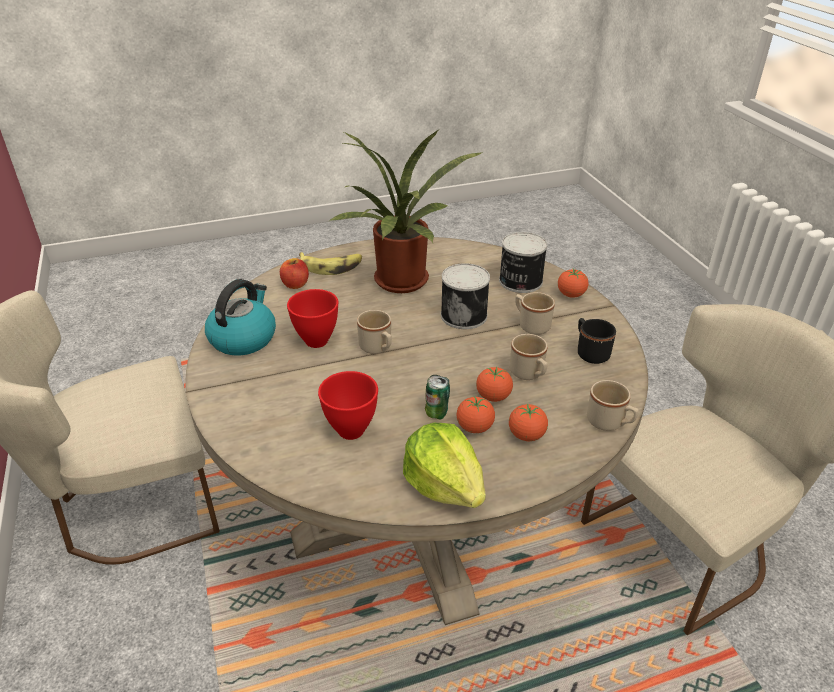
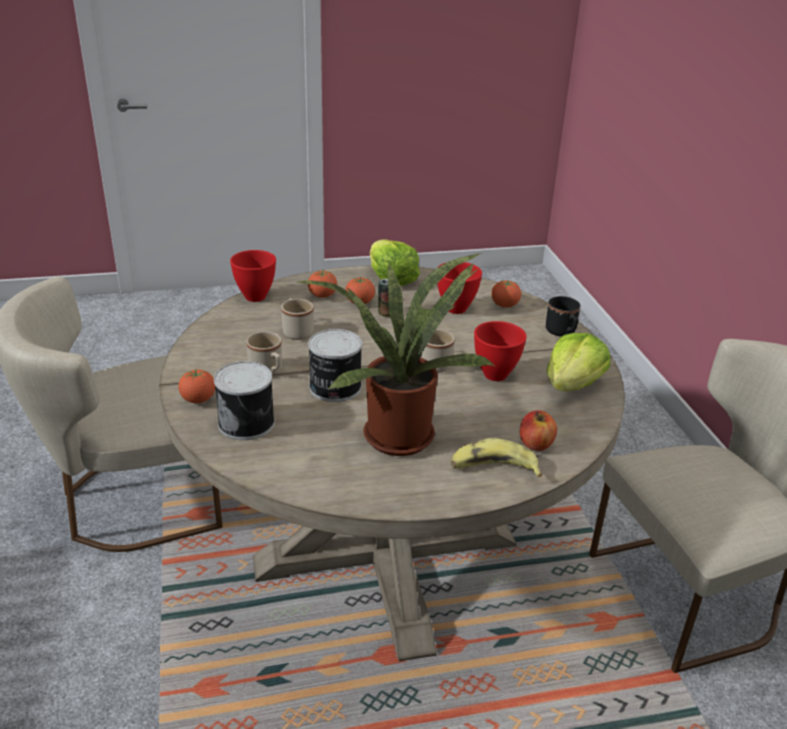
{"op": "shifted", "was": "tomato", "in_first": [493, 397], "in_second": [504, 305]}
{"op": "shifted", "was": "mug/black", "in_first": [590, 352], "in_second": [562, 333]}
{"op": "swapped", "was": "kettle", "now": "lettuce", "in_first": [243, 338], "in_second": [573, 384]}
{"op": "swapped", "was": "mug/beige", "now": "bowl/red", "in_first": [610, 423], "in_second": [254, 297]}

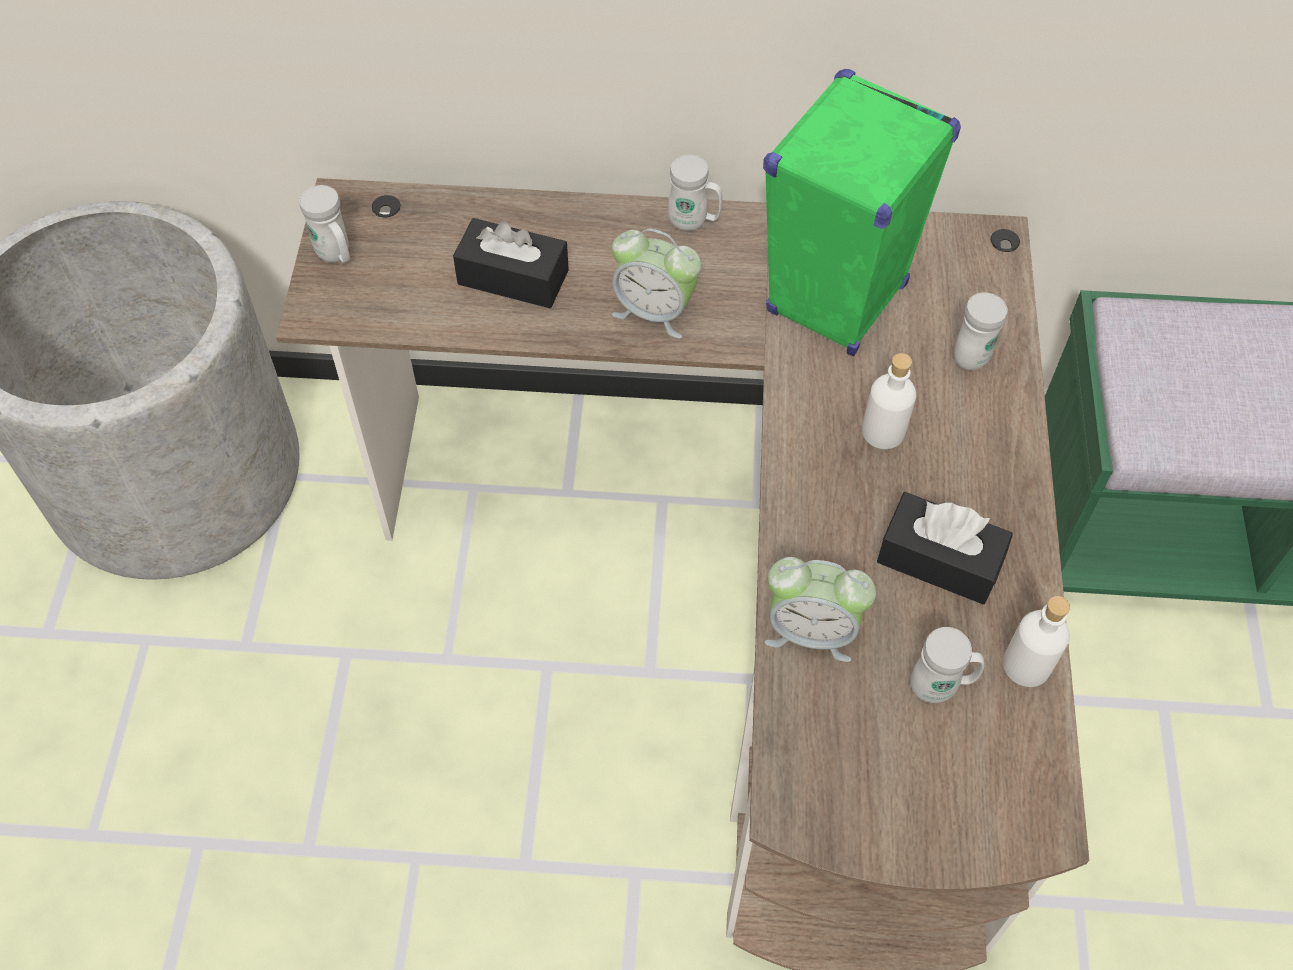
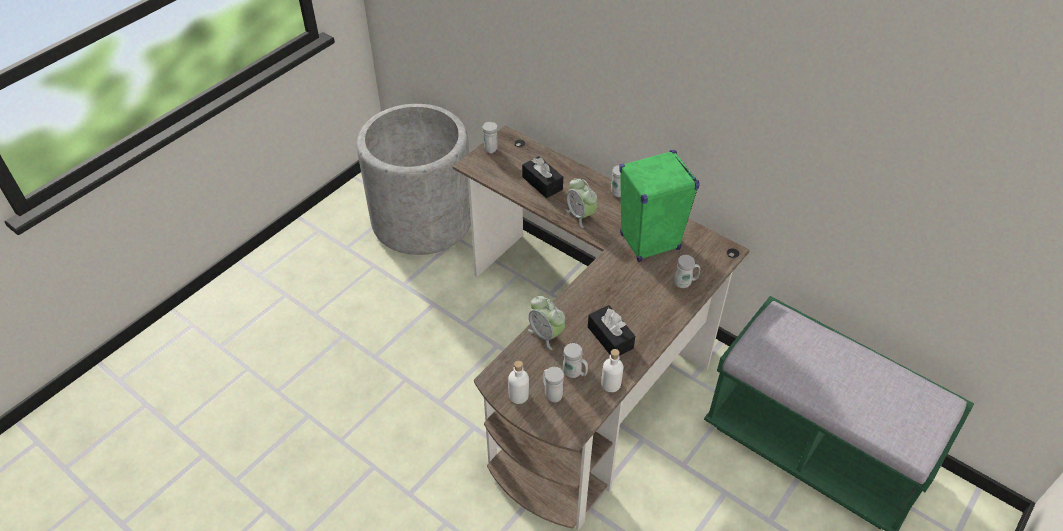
{"op": "new", "now": "mug/white", "in_second": [551, 393]}
{"op": "shifted", "was": "bottle/white", "in_first": [883, 431], "in_second": [518, 395]}

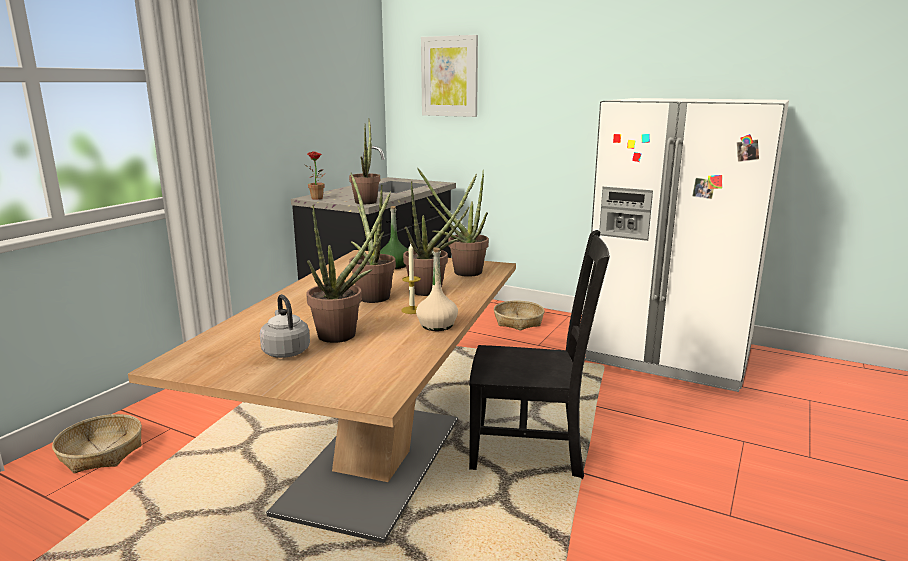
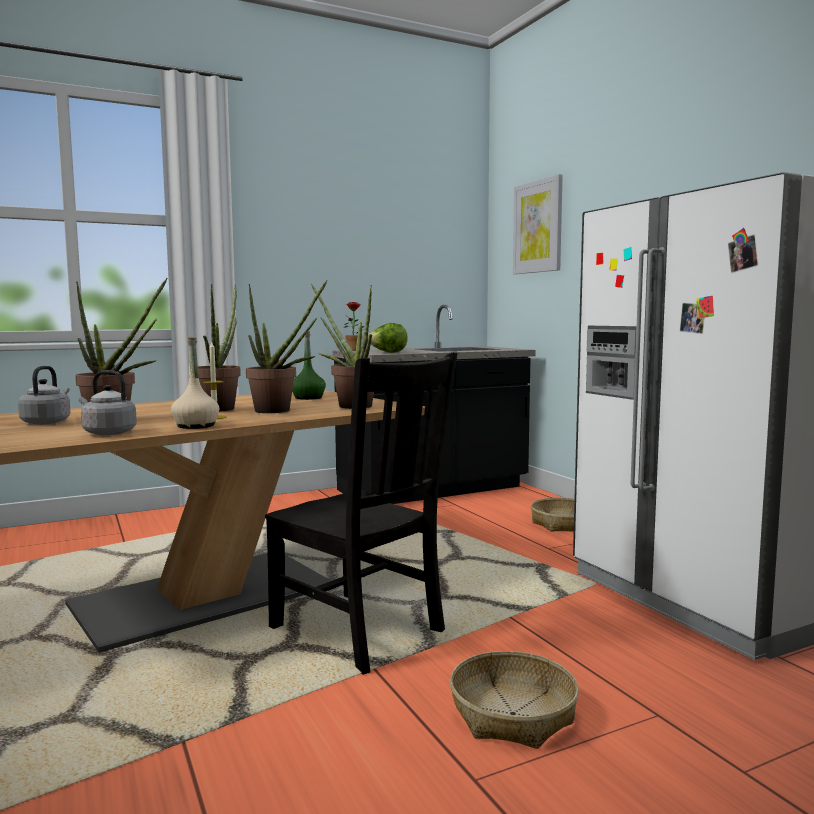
{"op": "new", "now": "kettle/grey", "in_second": [107, 433]}
{"op": "shifted", "was": "basket", "in_first": [101, 452], "in_second": [513, 714]}
{"op": "swapped", "was": "potted plant", "now": "lettuce", "in_first": [366, 201], "in_second": [387, 353]}

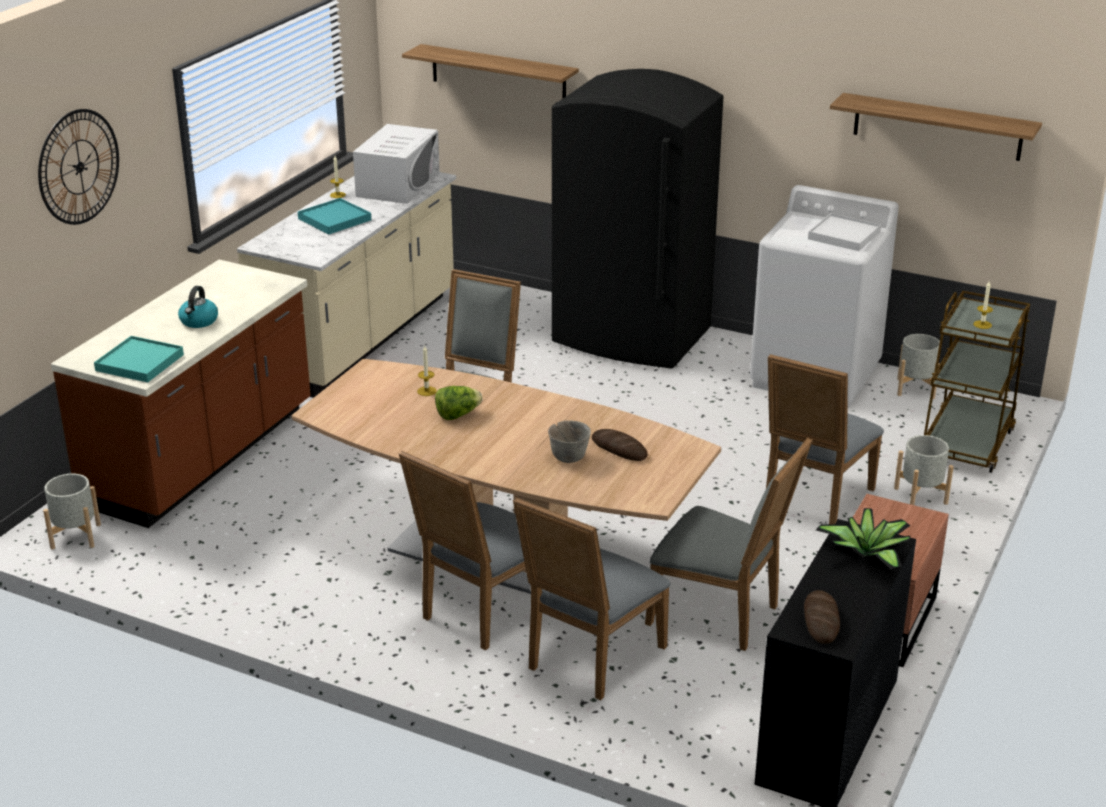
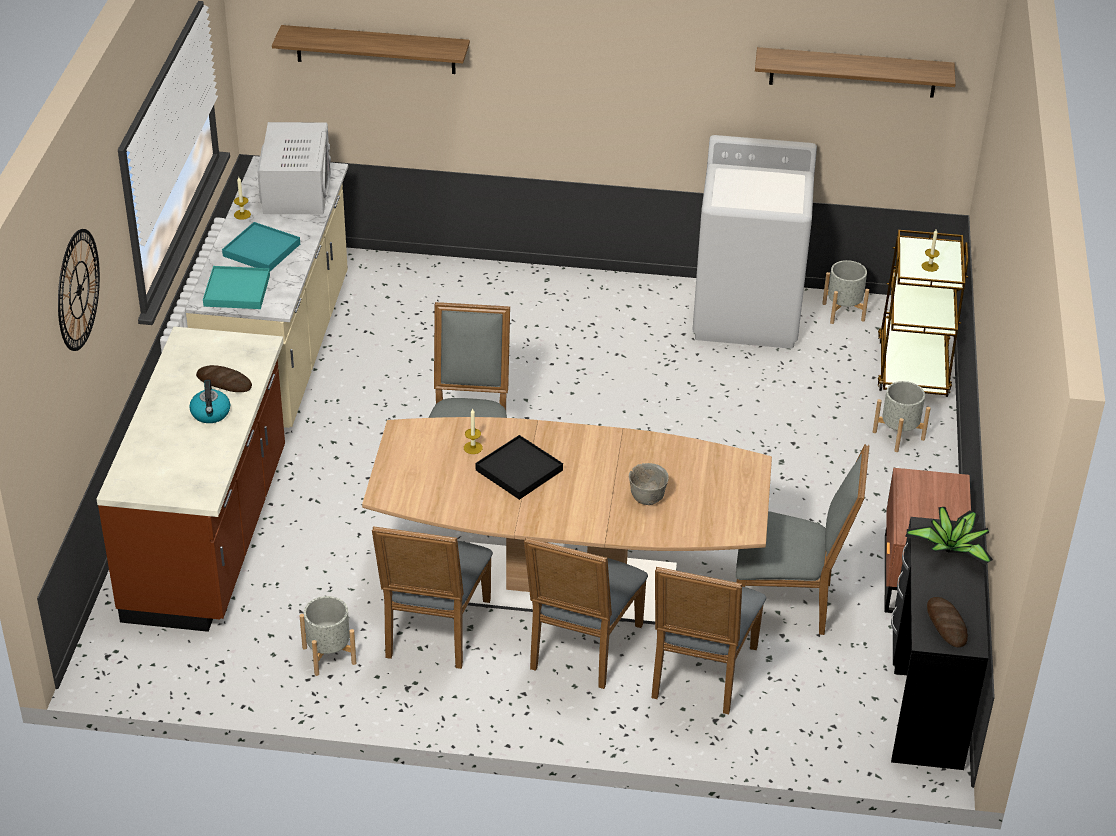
{"op": "gone", "was": "fridge/black", "in_first": [631, 337]}
{"op": "gone", "was": "tray/white", "in_first": [844, 235]}
{"op": "shifted", "was": "planter/grey", "in_first": [75, 536], "in_second": [329, 655]}
{"op": "shifted", "was": "tray/turquoise", "in_first": [140, 362], "in_second": [237, 290]}
{"op": "shifted", "was": "bread", "in_first": [619, 449], "in_second": [224, 382]}
{"op": "shifted", "was": "chair/grey", "in_first": [812, 502], "in_second": [432, 634]}
{"op": "swapped", "was": "lettuce", "now": "tray/black", "in_first": [457, 415], "in_second": [519, 470]}

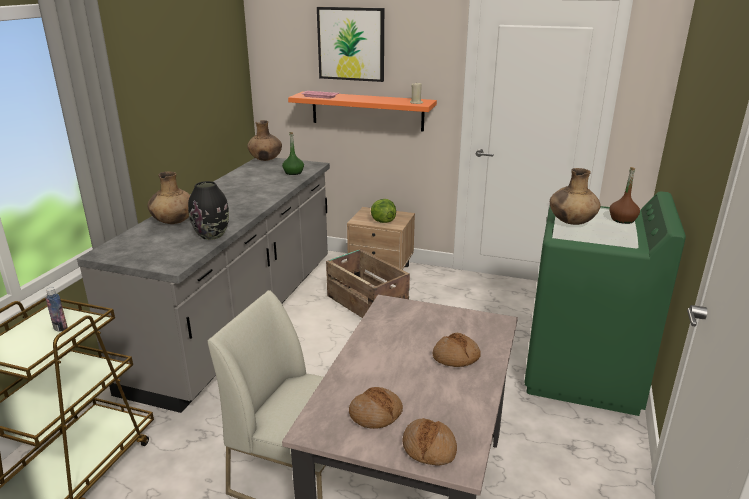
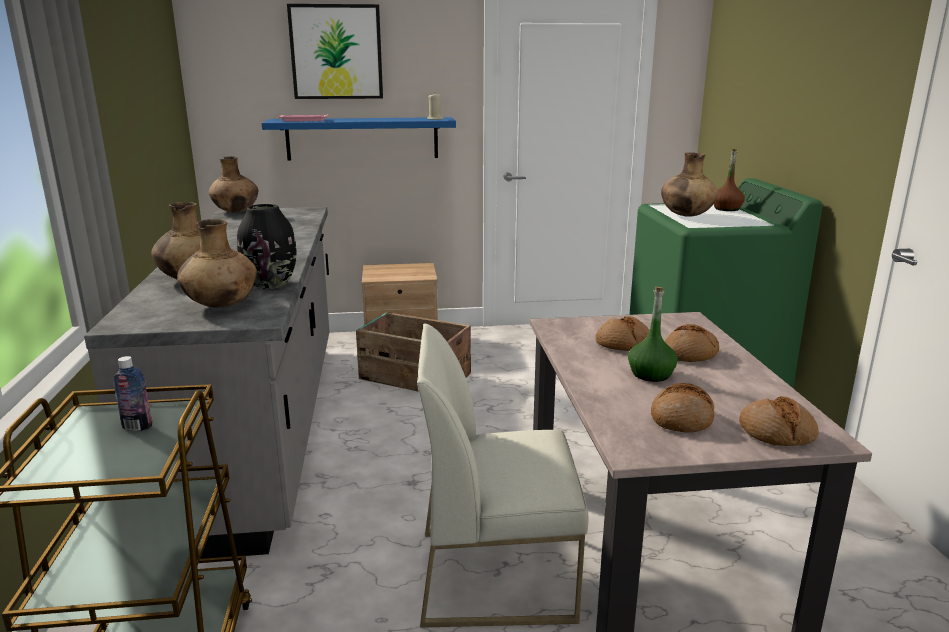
{"op": "gone", "was": "lettuce", "in_first": [382, 221]}
{"op": "new", "now": "vase/brown", "in_second": [221, 305]}
{"op": "new", "now": "bread", "in_second": [623, 344]}
{"op": "shifted", "was": "bottle/green", "in_first": [293, 172], "in_second": [651, 374]}
{"op": "repainted", "was": "shelf/orange", "now": "shelf/blue", "in_first": [367, 111], "in_second": [362, 138]}

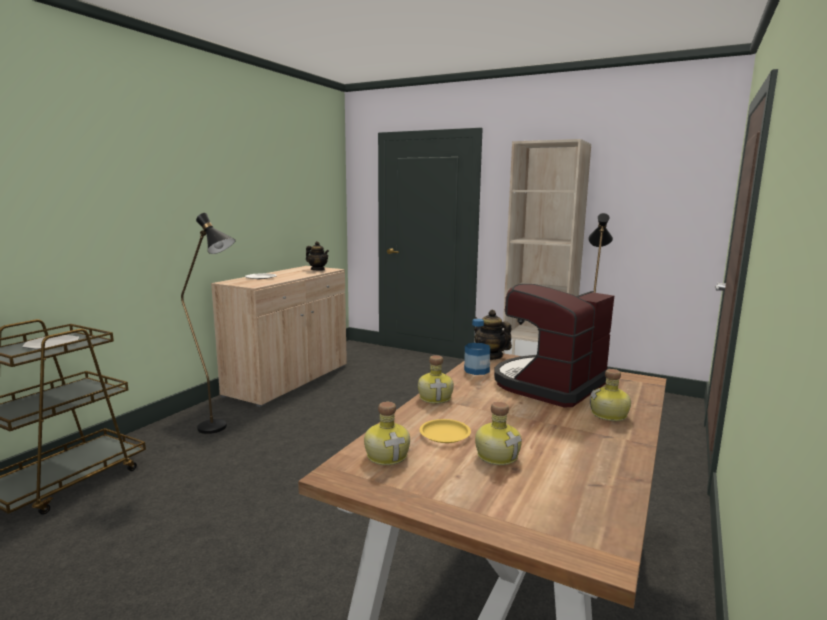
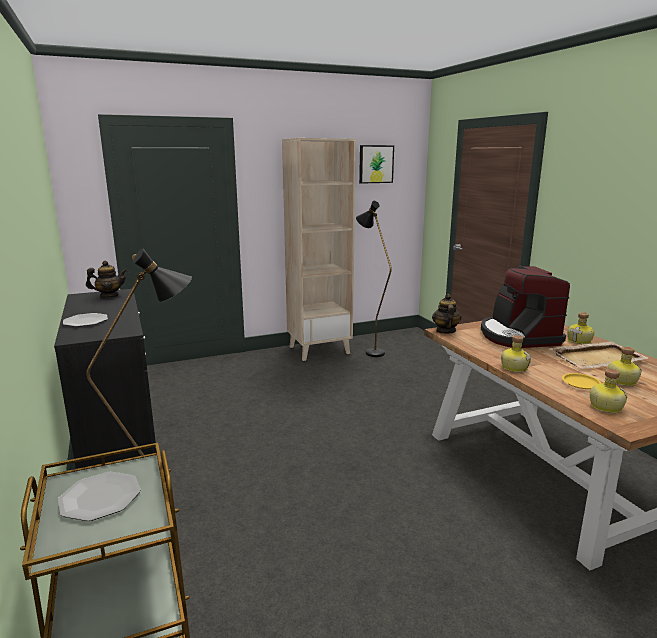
{"op": "gone", "was": "bottle", "in_first": [476, 370]}
{"op": "new", "now": "picture", "in_second": [375, 164]}
{"op": "new", "now": "tray/beige", "in_second": [597, 358]}
{"op": "repainted", "was": "cabinet/beige", "now": "cabinet/black", "in_first": [289, 380], "in_second": [119, 439]}
{"op": "rotated", "was": "teapot", "in_first": [490, 356], "in_second": [445, 331], "clockwise": 90}

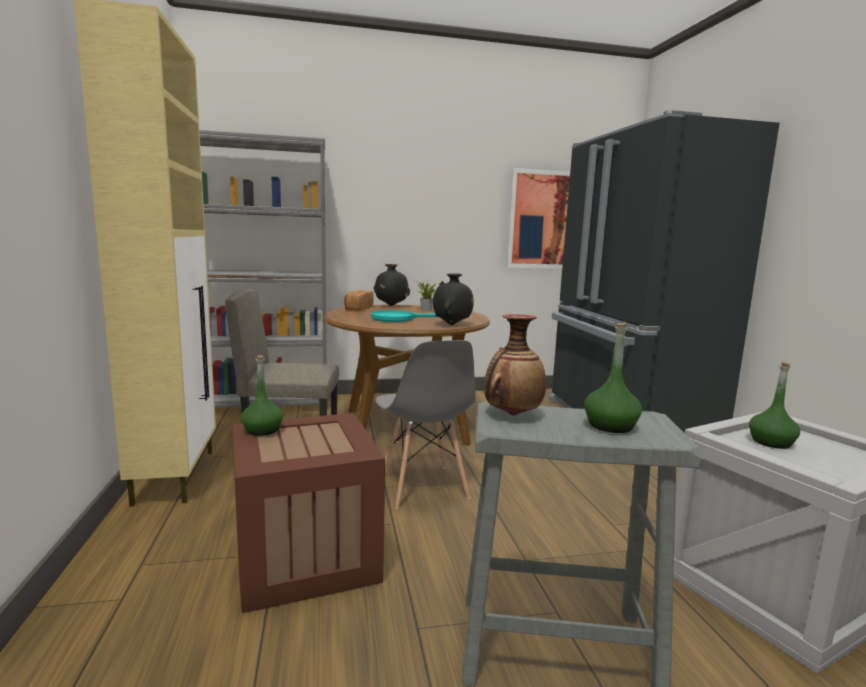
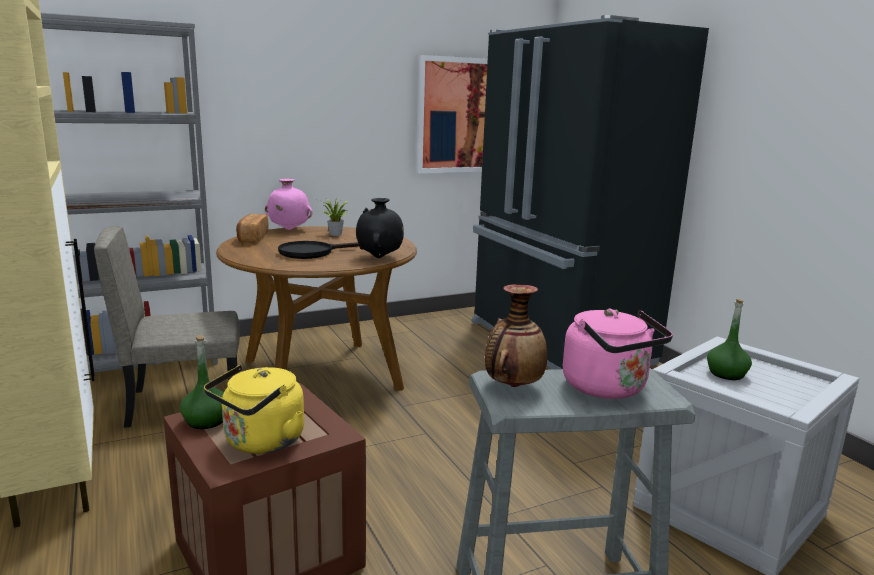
{"op": "gone", "was": "chair/grey", "in_first": [422, 487]}
{"op": "new", "now": "kettle/yellow", "in_second": [261, 442]}
{"op": "swapped", "was": "bottle/green", "now": "kettle/pink", "in_first": [610, 426], "in_second": [608, 388]}
{"op": "repainted", "was": "frying pan/turquoise", "now": "frying pan/black", "in_first": [399, 319], "in_second": [313, 252]}
{"op": "repainted", "was": "vase/black", "now": "vase/pink", "in_first": [391, 305], "in_second": [288, 230]}

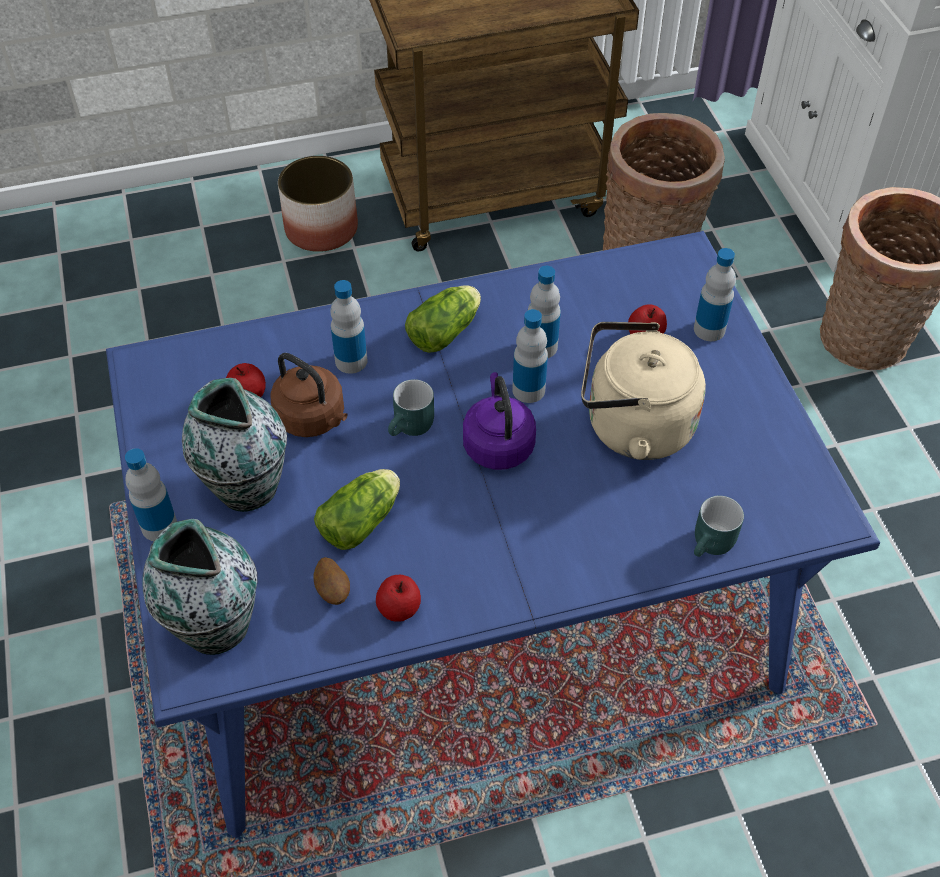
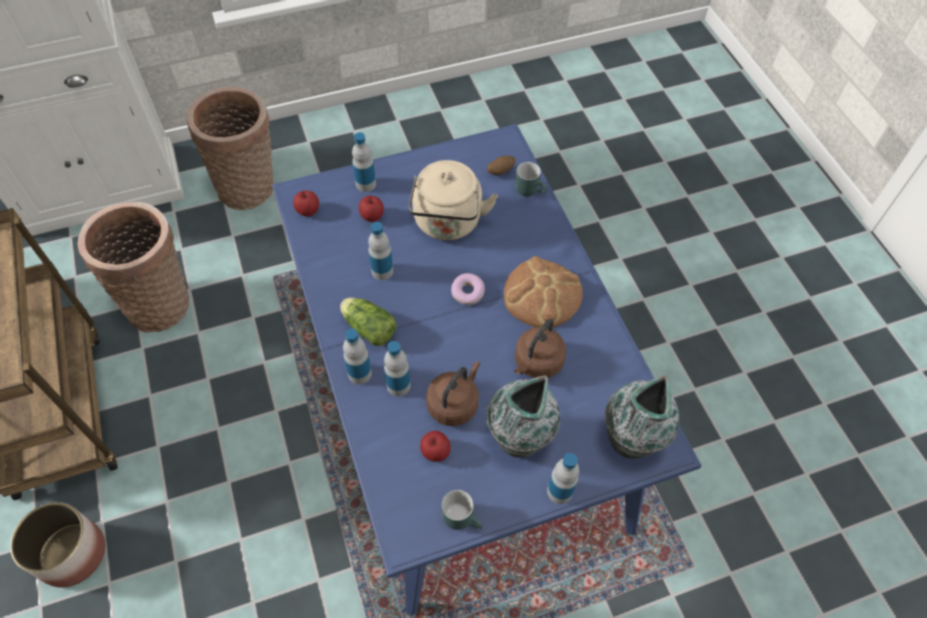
{"op": "new", "now": "bread", "in_second": [542, 295]}
{"op": "shifted", "was": "potato", "in_first": [333, 590], "in_second": [500, 171]}
{"op": "shifted", "was": "apple", "in_first": [399, 608], "in_second": [308, 210]}
{"op": "shifted", "was": "mug/turquoise", "in_first": [412, 428], "in_second": [463, 517]}
{"op": "shifted", "was": "bottle", "in_first": [528, 390], "in_second": [359, 373]}
{"op": "swapped", "was": "lettuce", "now": "kettle/brown", "in_first": [363, 520], "in_second": [536, 363]}
{"op": "swapped", "was": "kettle/purple", "now": "donut", "in_first": [498, 444], "in_second": [467, 292]}

